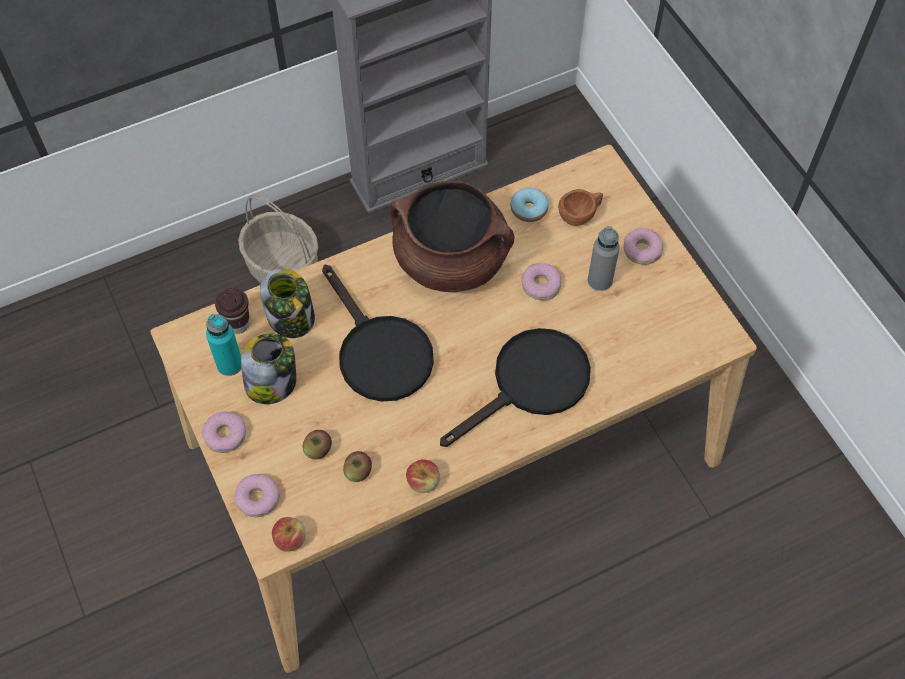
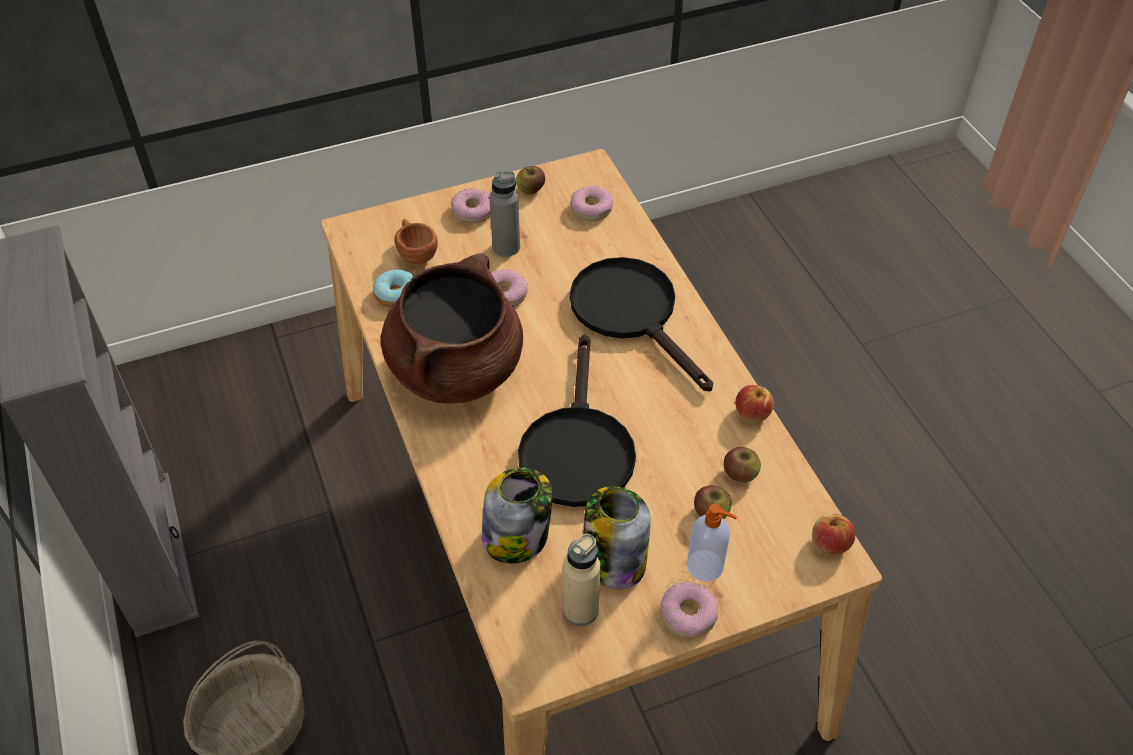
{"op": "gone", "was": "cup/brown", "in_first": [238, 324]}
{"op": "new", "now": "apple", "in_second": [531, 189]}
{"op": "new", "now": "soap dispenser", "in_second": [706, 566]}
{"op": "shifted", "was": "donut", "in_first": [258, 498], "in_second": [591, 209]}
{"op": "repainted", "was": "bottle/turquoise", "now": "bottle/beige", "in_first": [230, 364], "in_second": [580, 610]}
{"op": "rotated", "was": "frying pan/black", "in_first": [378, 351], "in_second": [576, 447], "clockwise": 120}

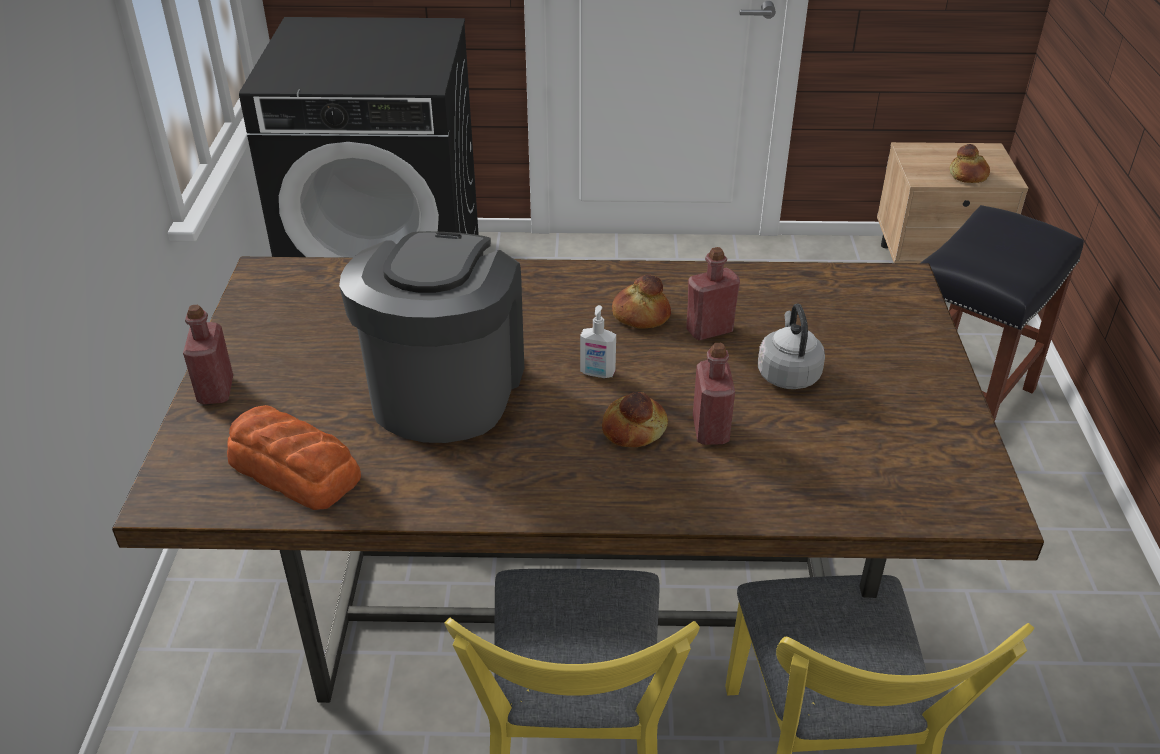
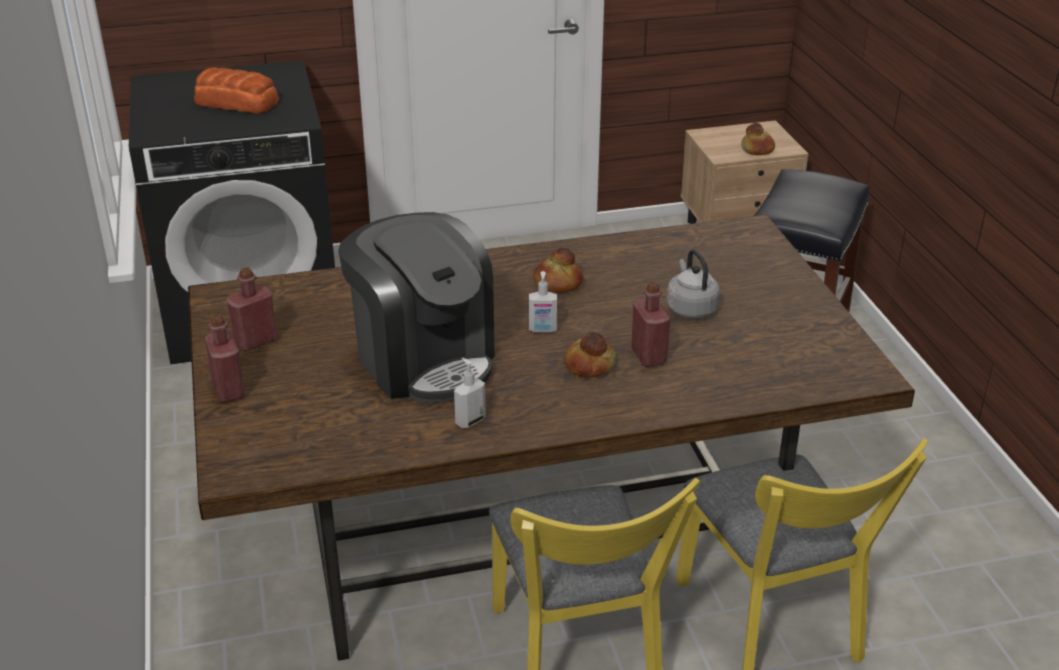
{"op": "new", "now": "soap dispenser", "in_second": [470, 421]}
{"op": "shifted", "was": "bread", "in_first": [293, 469], "in_second": [236, 102]}
{"op": "shifted", "was": "bottle/red", "in_first": [709, 330], "in_second": [255, 341]}
{"op": "rotated", "was": "coffee machine", "in_first": [445, 388], "in_second": [424, 359], "clockwise": 150}

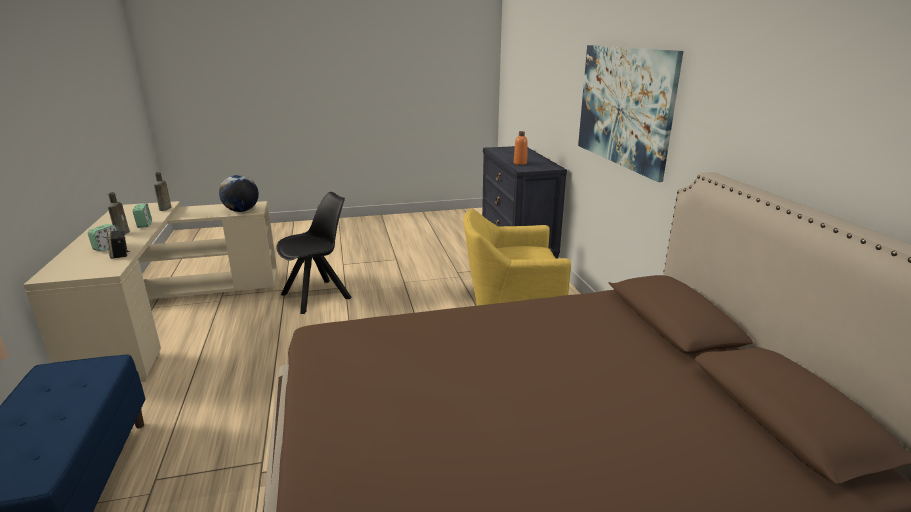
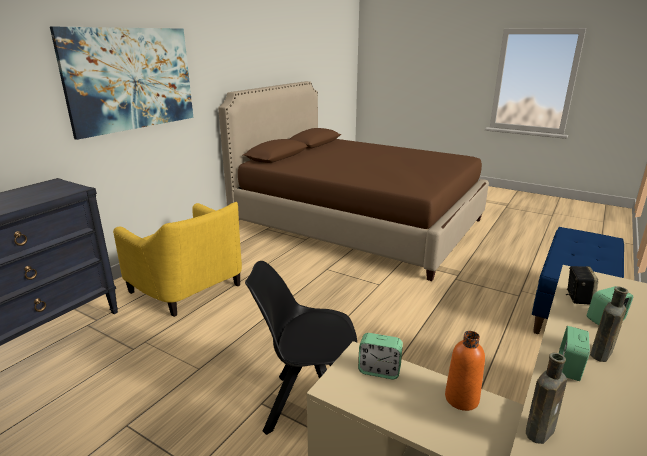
{"op": "shifted", "was": "bottle/orange", "in_first": [520, 163], "in_second": [461, 398]}
{"op": "swapped", "was": "globe", "now": "alarm clock", "in_first": [241, 211], "in_second": [379, 370]}

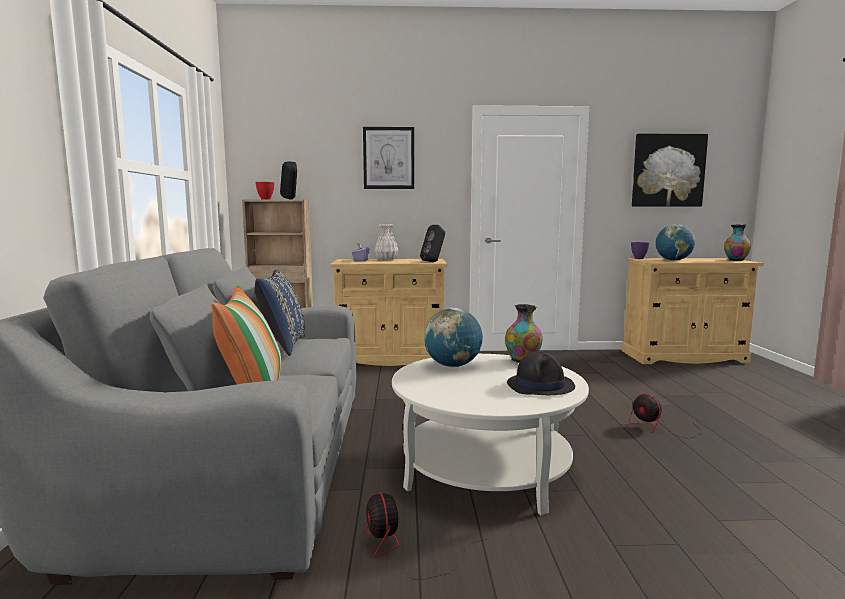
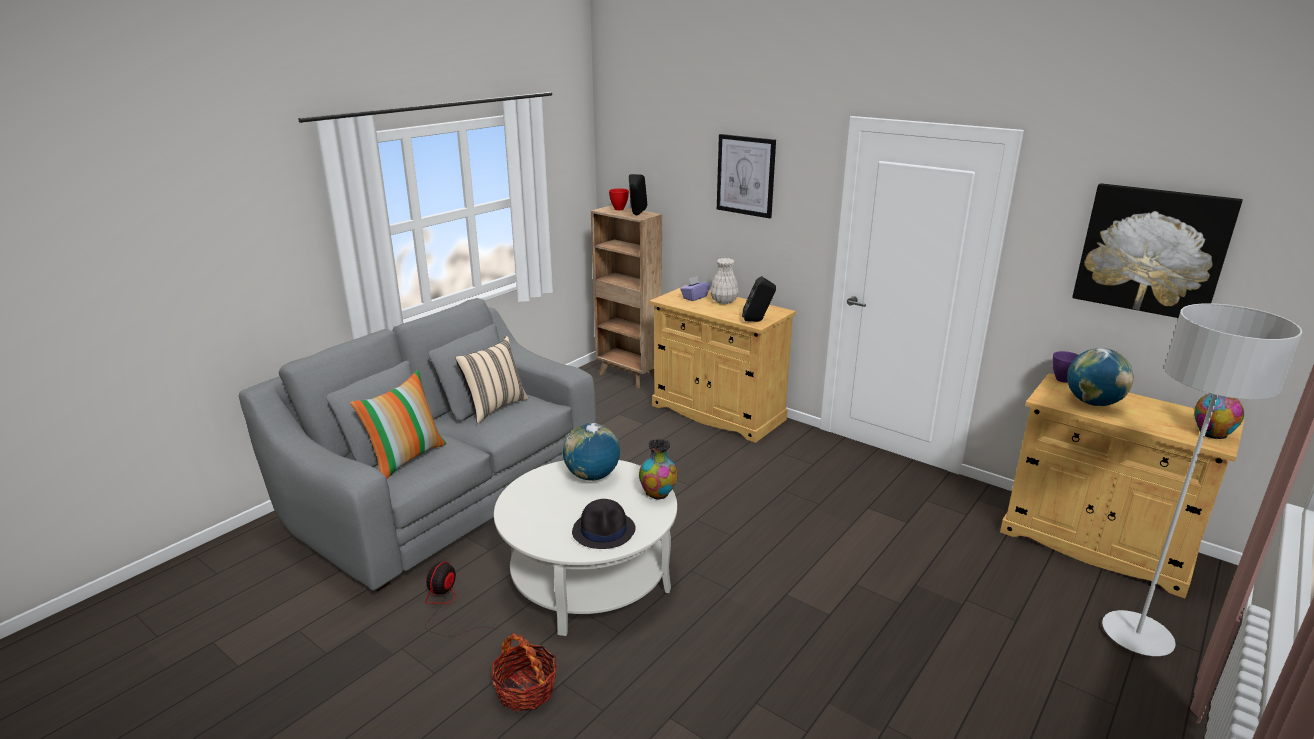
{"op": "gone", "was": "fan", "in_first": [661, 428]}
{"op": "new", "now": "basket", "in_second": [525, 690]}
{"op": "new", "now": "floor lamp/grey", "in_second": [1137, 636]}
{"op": "repainted", "was": "pillow/blue", "now": "pillow/beige", "in_first": [282, 346], "in_second": [494, 407]}

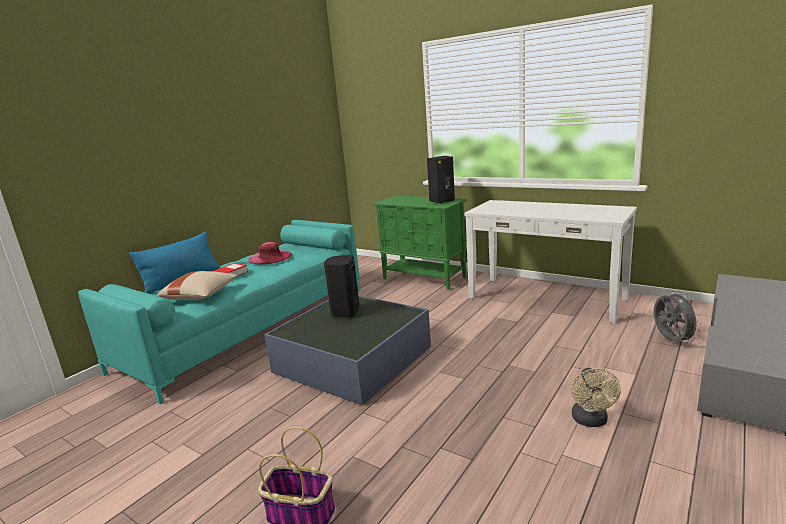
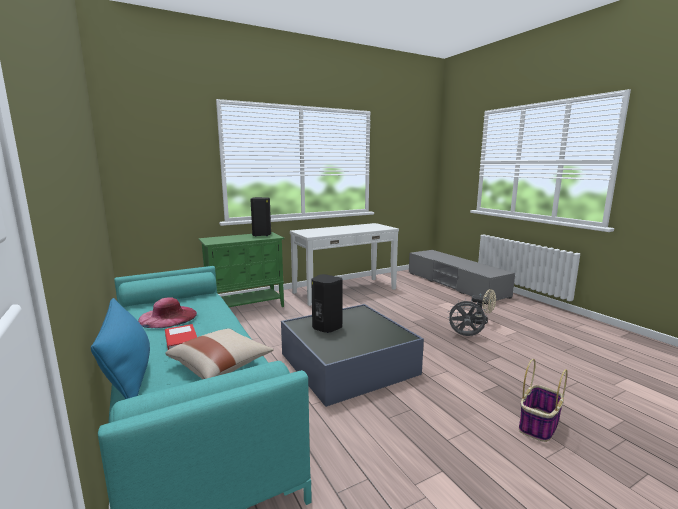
{"op": "shifted", "was": "fan/grey", "in_first": [671, 341], "in_second": [465, 336]}

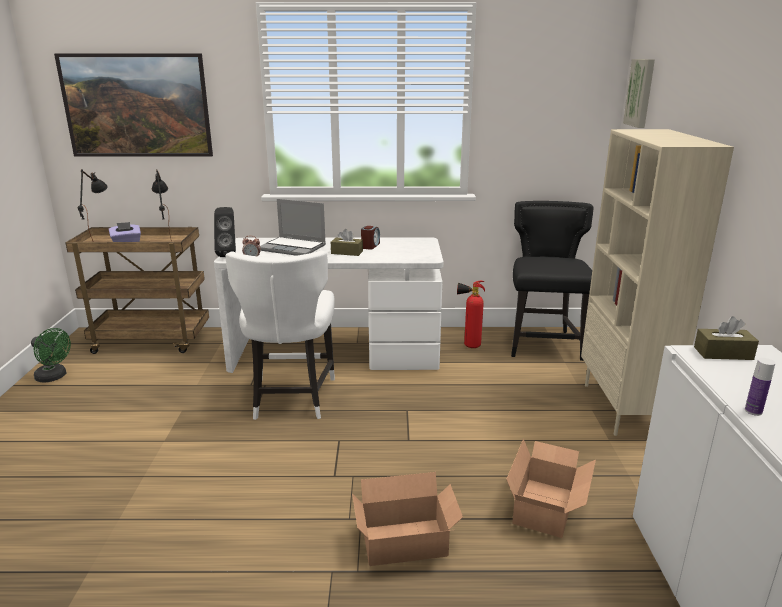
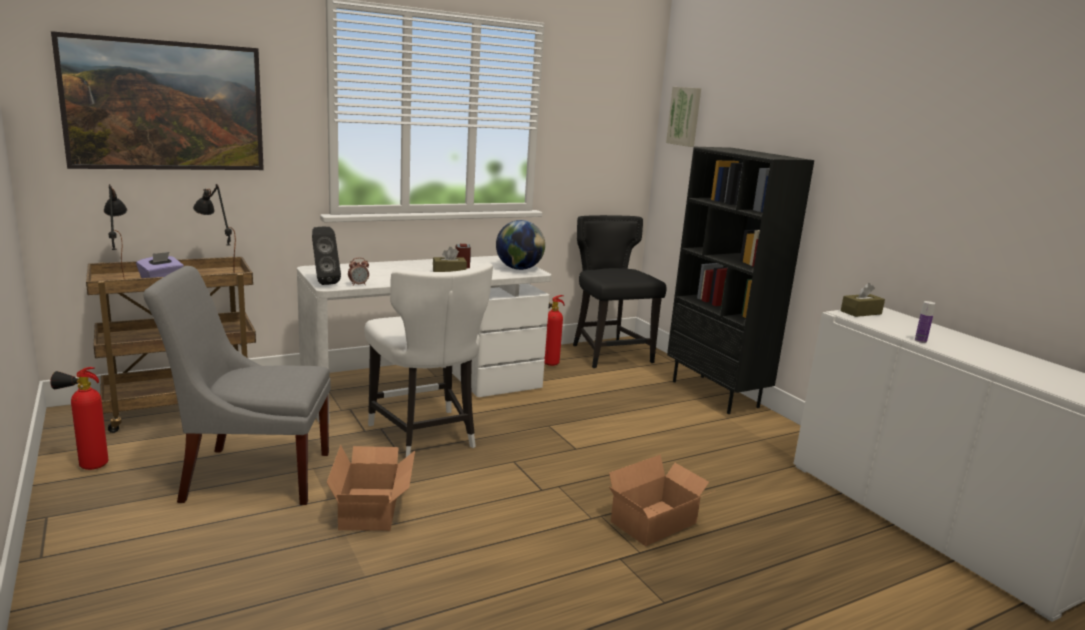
{"op": "gone", "was": "laptop", "in_first": [293, 248]}
{"op": "new", "now": "chair/grey", "in_second": [251, 475]}
{"op": "new", "now": "globe", "in_second": [519, 268]}
{"op": "shifted", "was": "cardboard box", "in_first": [547, 507], "in_second": [373, 508]}
{"op": "swapped", "was": "fan/green", "now": "fire extinguisher", "in_first": [54, 377], "in_second": [88, 466]}
{"op": "repainted", "was": "bookcase/beige", "now": "bookcase/black", "in_first": [622, 409], "in_second": [716, 394]}

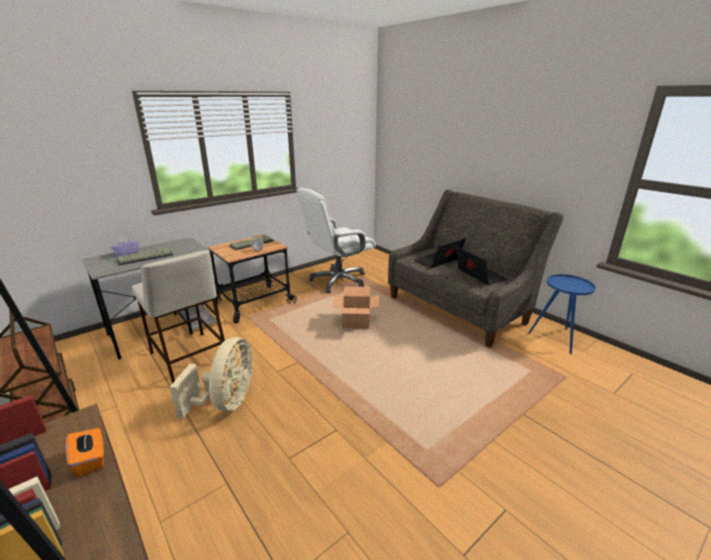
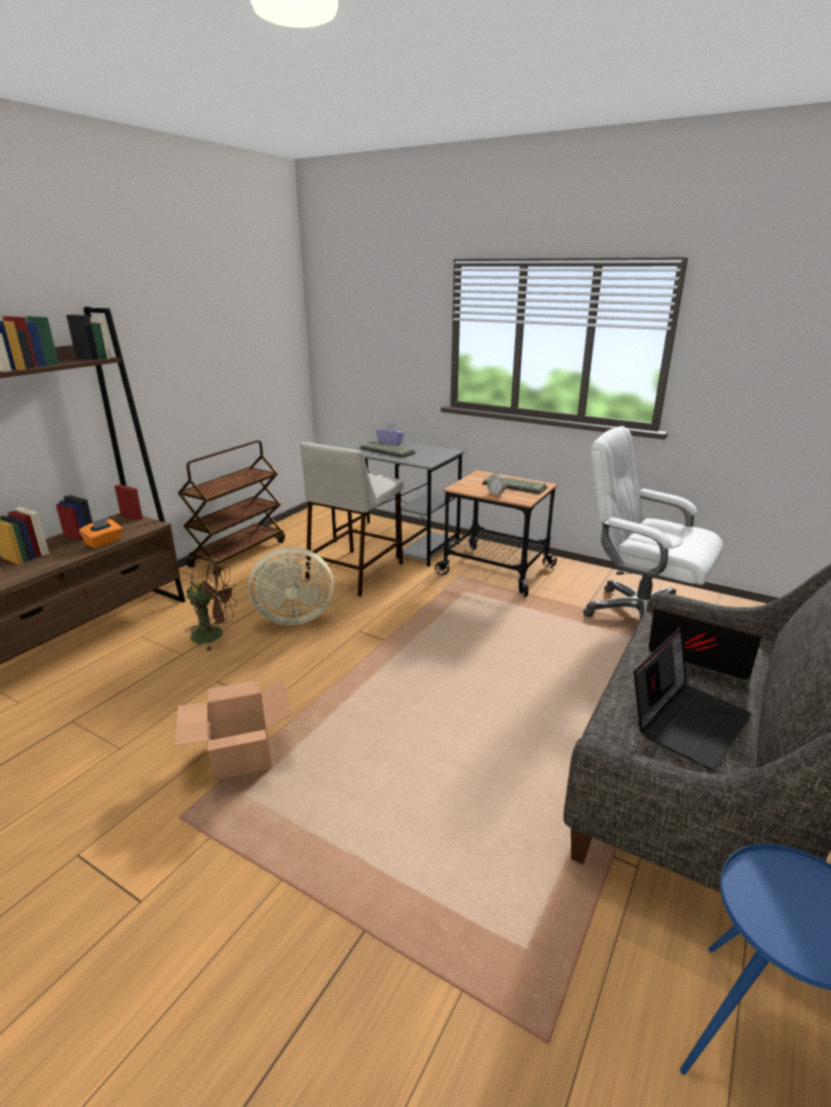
{"op": "new", "now": "fan/brown", "in_second": [215, 635]}
{"op": "shifted", "was": "cardboard box", "in_first": [356, 322], "in_second": [242, 756]}

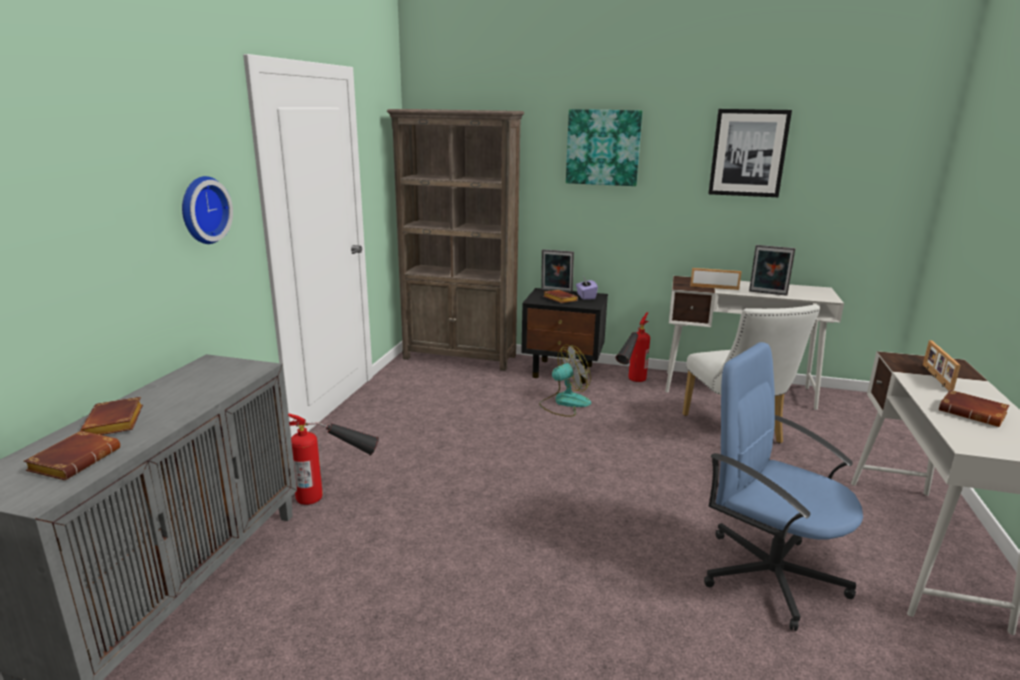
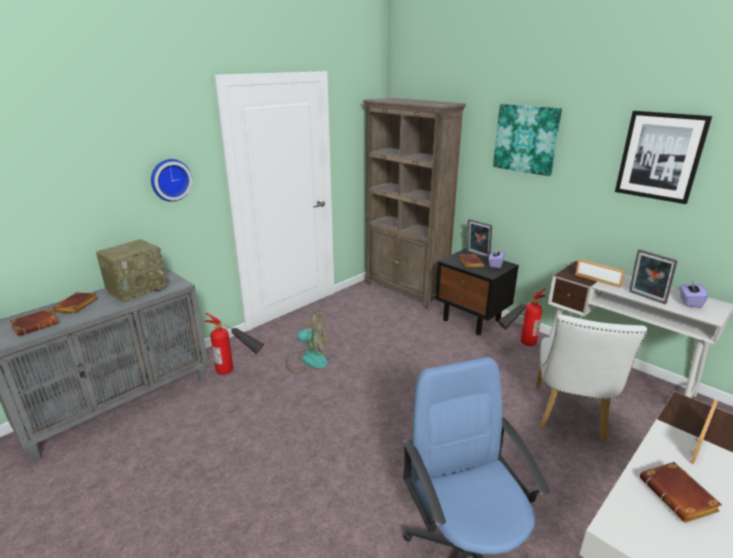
{"op": "new", "now": "radio", "in_second": [138, 289]}
{"op": "new", "now": "tissue box/purple", "in_second": [689, 302]}
{"op": "shifted", "was": "fan", "in_first": [564, 403], "in_second": [307, 360]}

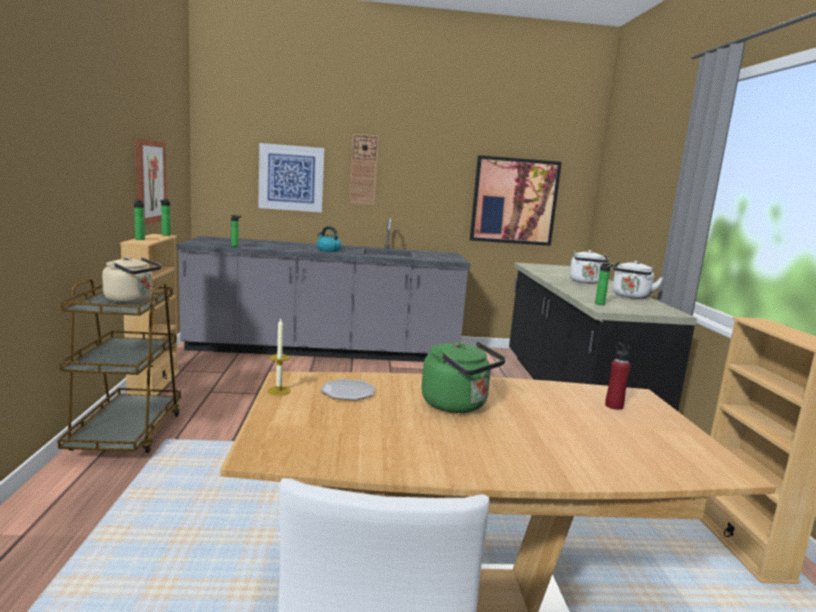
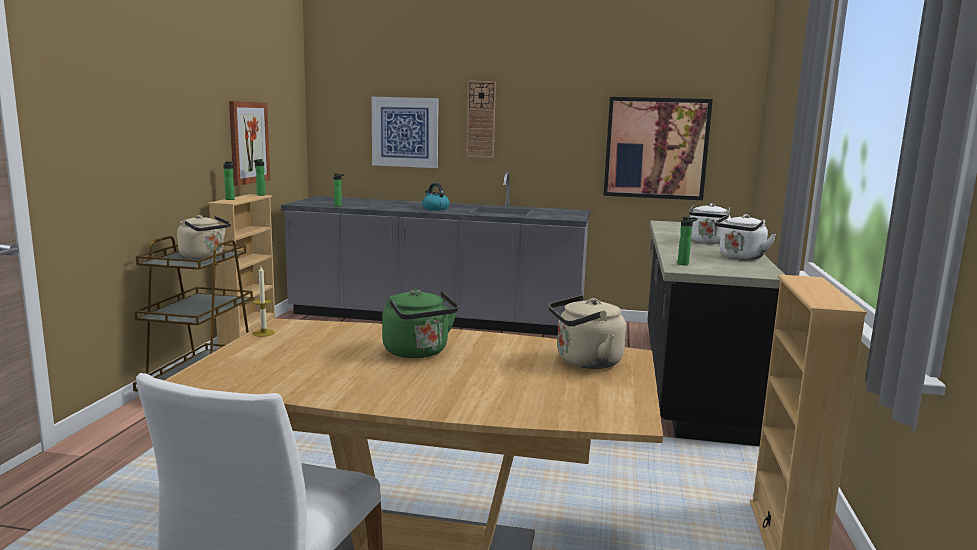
{"op": "gone", "was": "plate", "in_first": [347, 392]}
{"op": "swapped", "was": "bottle/red", "now": "kettle/beige", "in_first": [613, 406], "in_second": [585, 362]}

